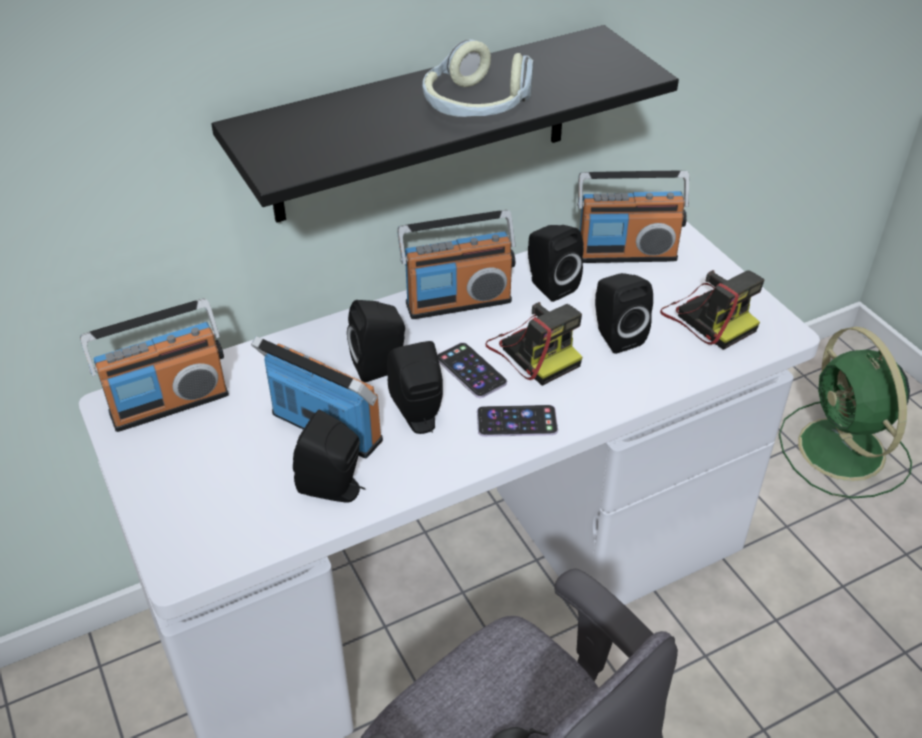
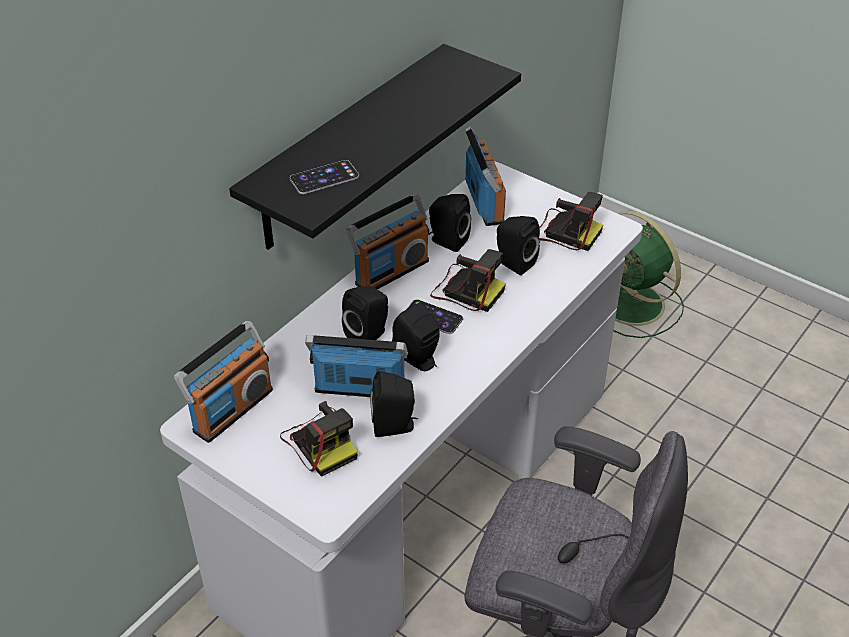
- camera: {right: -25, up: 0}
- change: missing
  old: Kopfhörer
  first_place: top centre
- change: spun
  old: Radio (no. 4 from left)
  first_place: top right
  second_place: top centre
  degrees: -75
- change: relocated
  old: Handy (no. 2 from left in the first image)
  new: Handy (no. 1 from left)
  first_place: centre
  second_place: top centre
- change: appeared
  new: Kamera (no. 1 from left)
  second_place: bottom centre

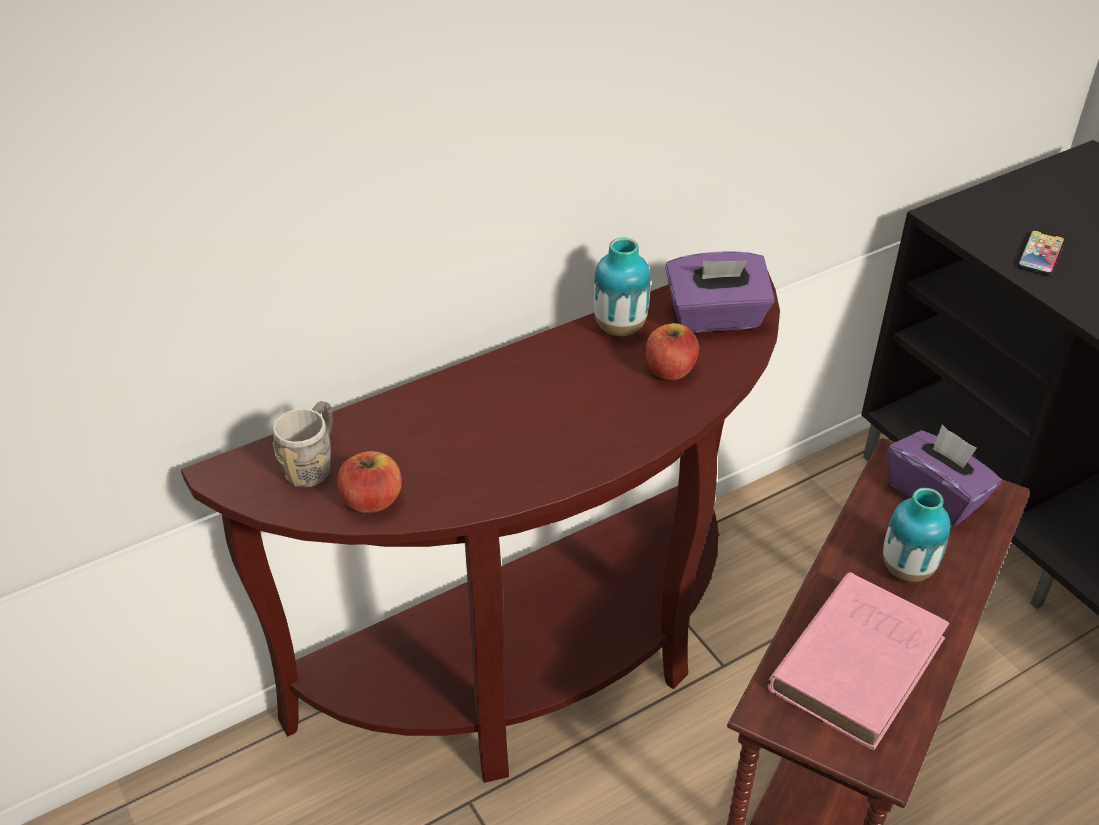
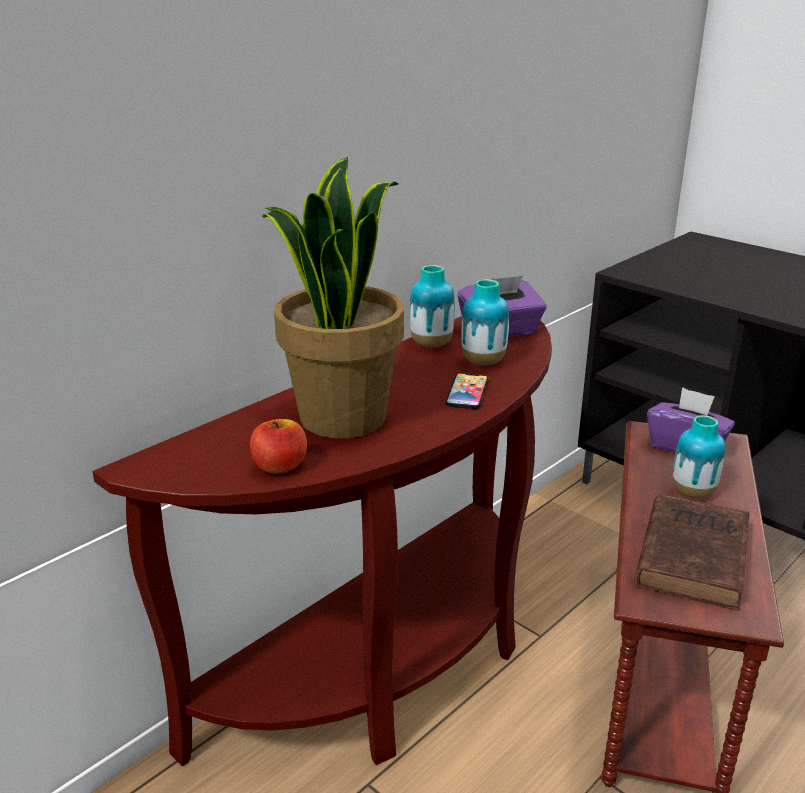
- camera: {right: -15, up: -15}
- change: relocated
  old: Handy
  first_place: top right
  second_place: centre
- change: exchanged
  old: Apfel (no. 2 from left)
  new: Vase (no. 2 from left)
  first_place: centre
  second_place: centre
- change: missing
  old: Henkelbecher (grau)
  first_place: middle left
- change: colour
  old: Buch (rosa)
  new: Buch (braun)
  first_place: bottom right
  second_place: bottom right
- change: appeared
  new: Topfpflanze
  second_place: centre

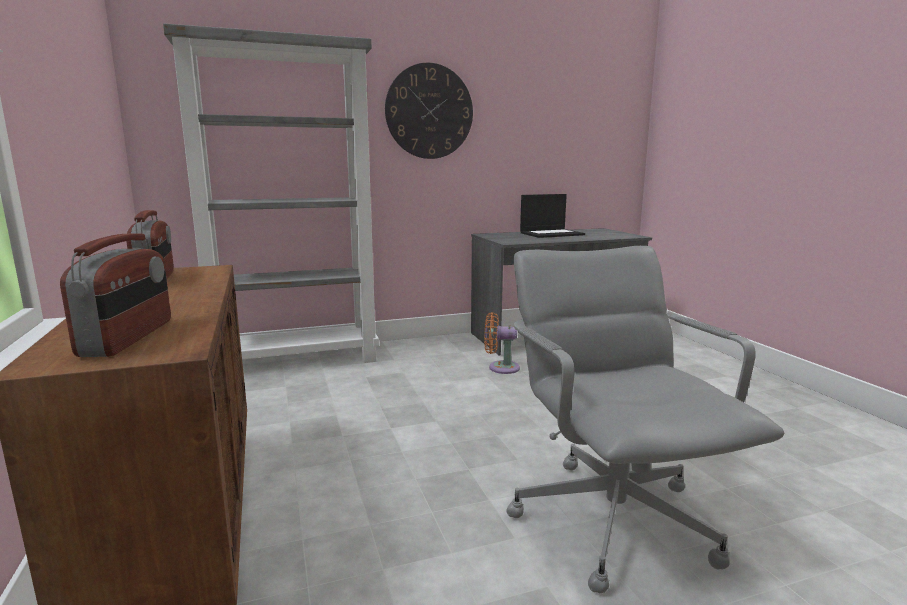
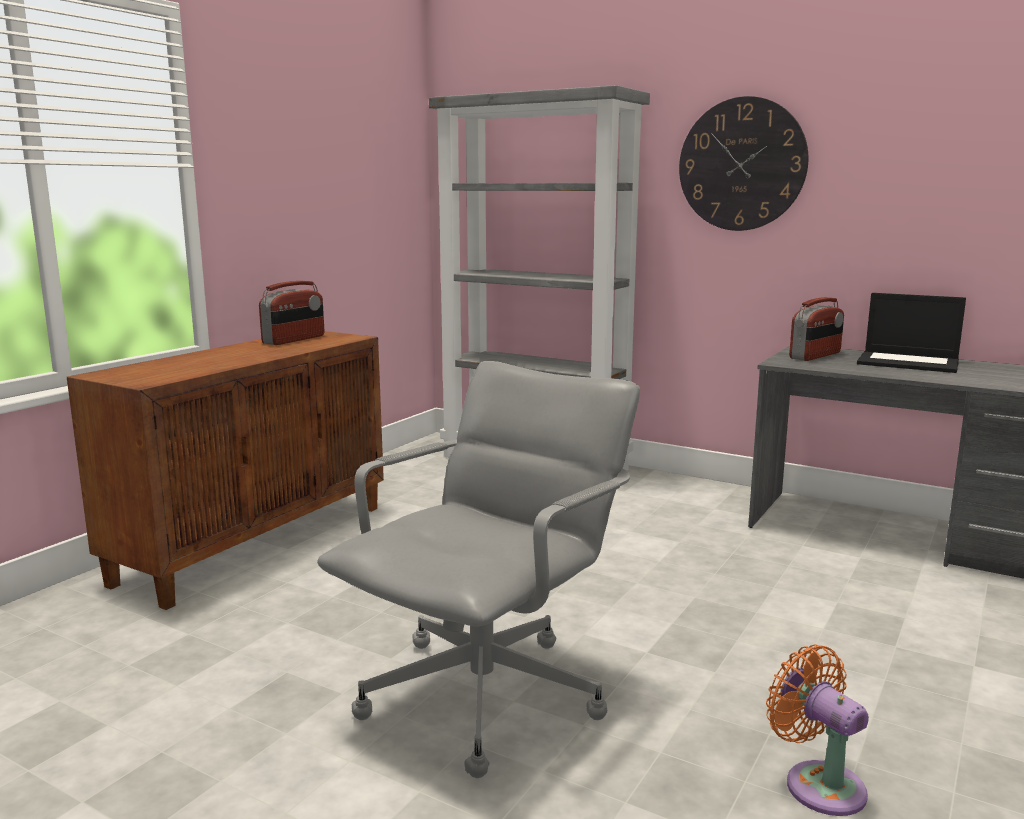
- camera: {right: 50, up: 0}
- change: relocated
  old: Radio (no. 1 from left in the first image)
  new: Radio (no. 2 from left)
  first_place: middle left
  second_place: middle right
- change: relocated
  old: Ventilator (orange)
  first_place: centre
  second_place: bottom right

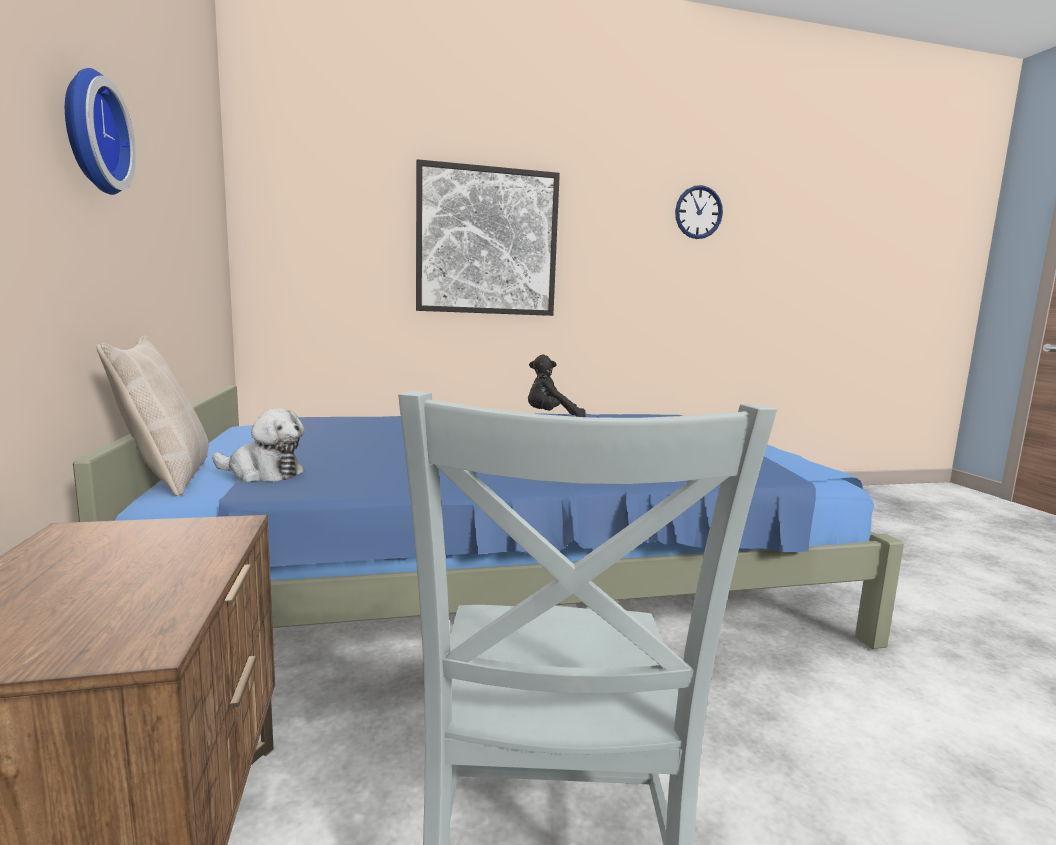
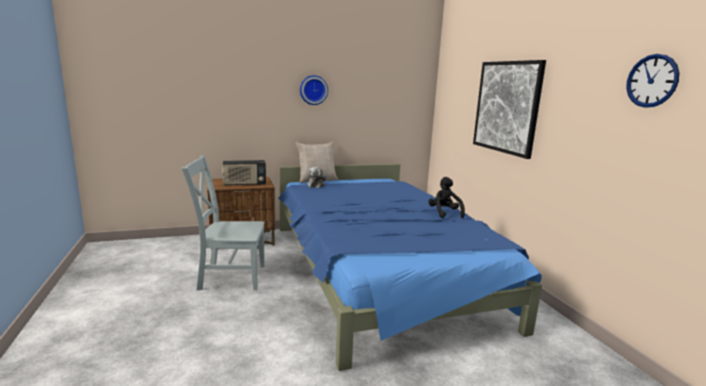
- camera: {right: 85, up: 5}
- change: appeared
  new: Radio
  second_place: centre

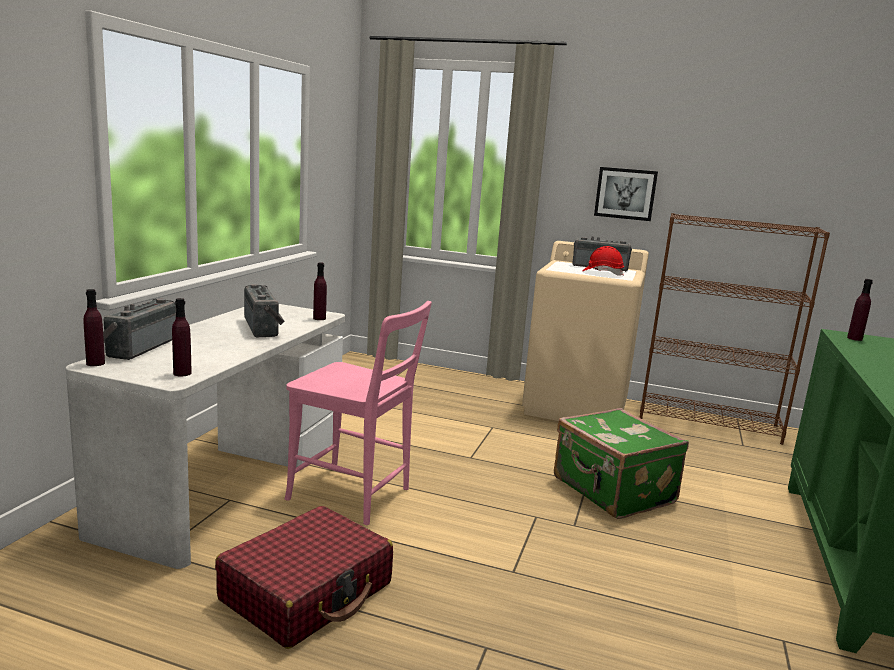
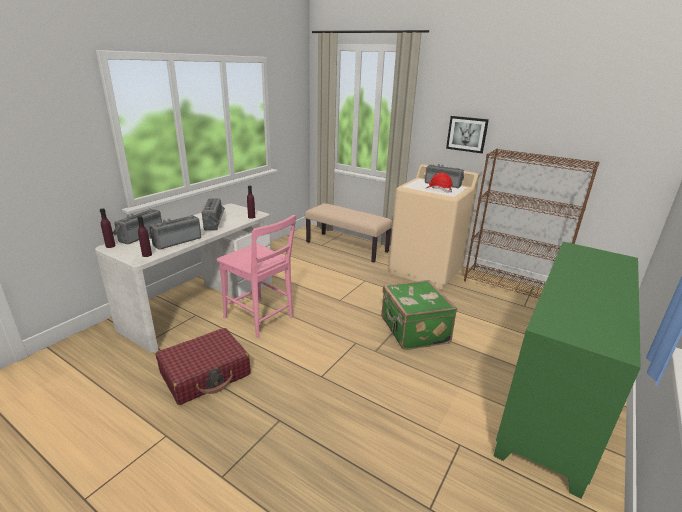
- camera: {right: 15, up: 10}
- change: missing
  old: Flasche (lila) (no. 4 from left)
  first_place: middle right
- change: appeared
  new: Bank (beige)
  second_place: centre
- change: appeared
  new: Radio (no. 2 from left)
  second_place: middle left

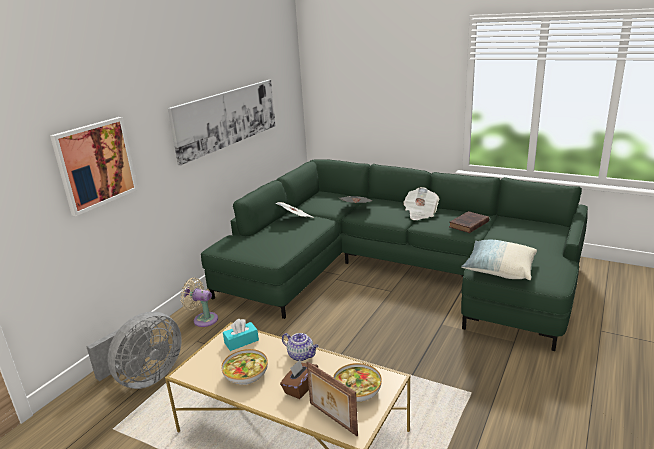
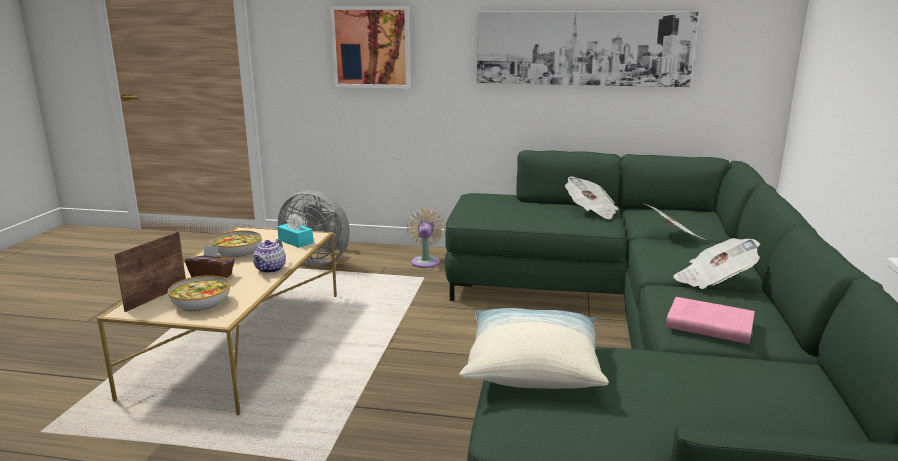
- camera: {right: 70, up: -5}
- change: colour
  old: Buch (braun)
  new: Buch (rosa)
  first_place: middle right
  second_place: bottom right

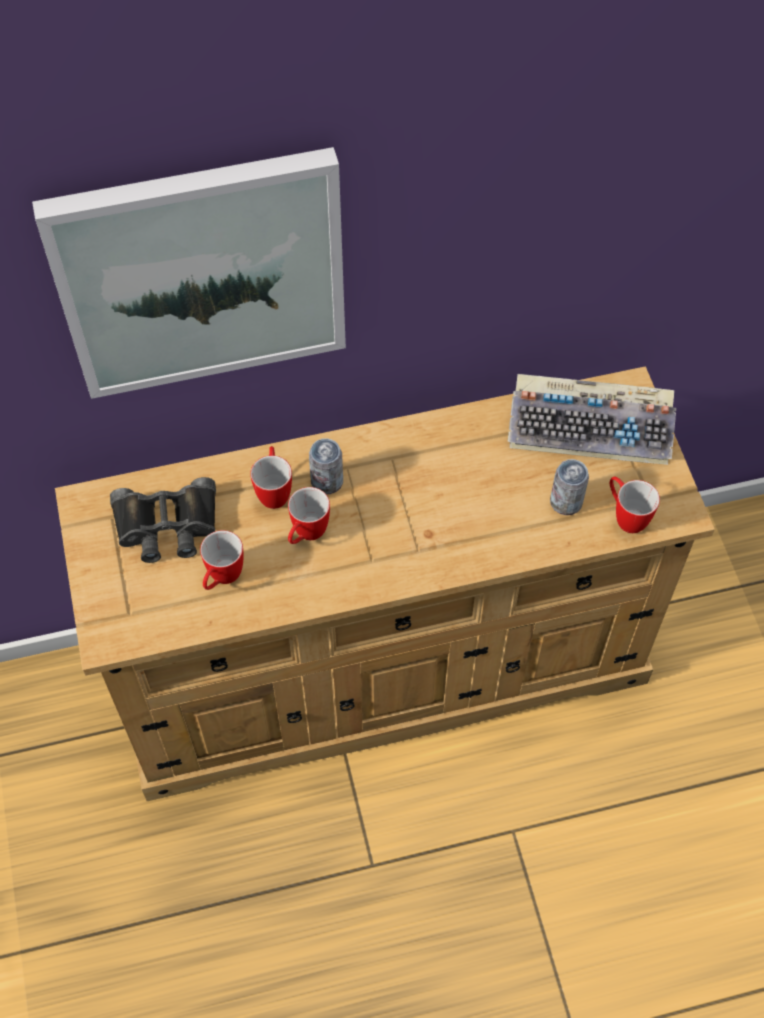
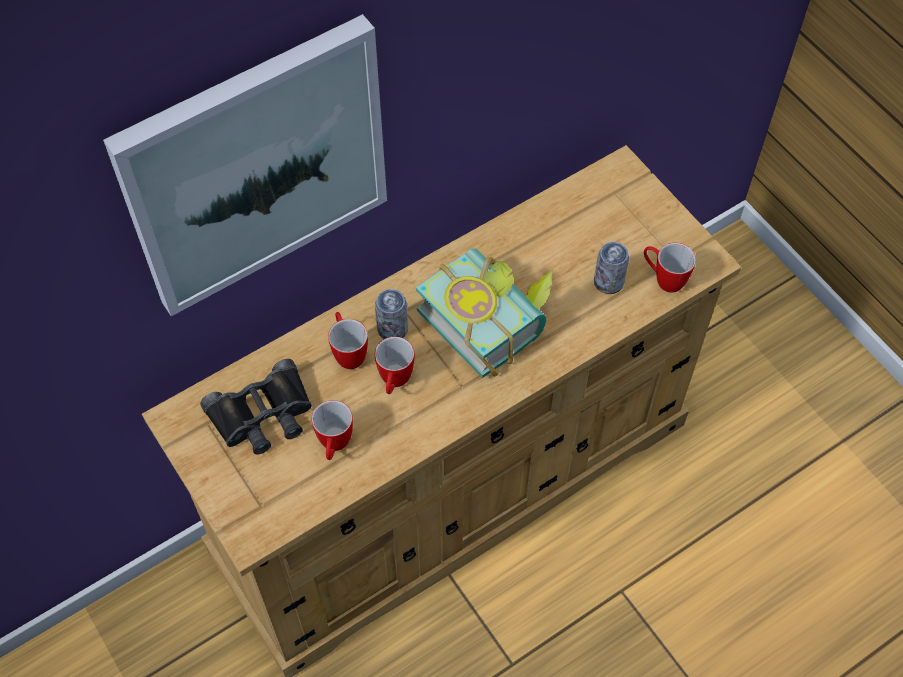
- camera: {right: -20, up: 0}
- change: missing
  old: Tastatur
  first_place: middle right
- change: appeared
  new: Buch
  second_place: centre

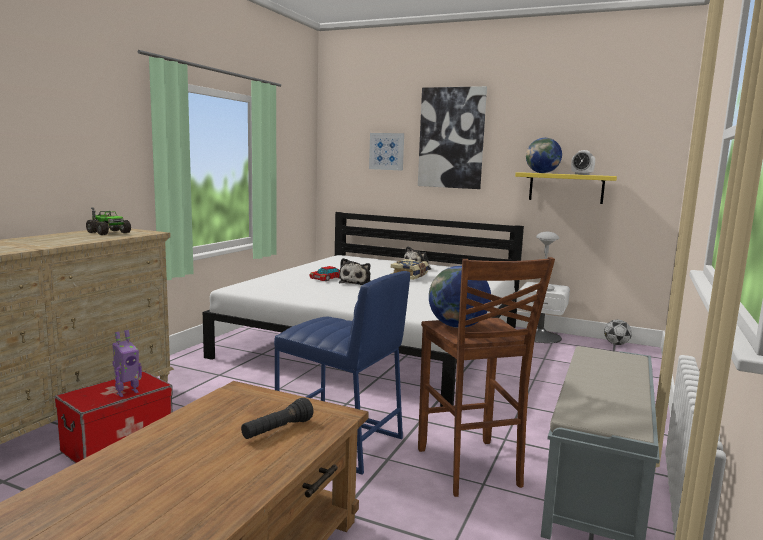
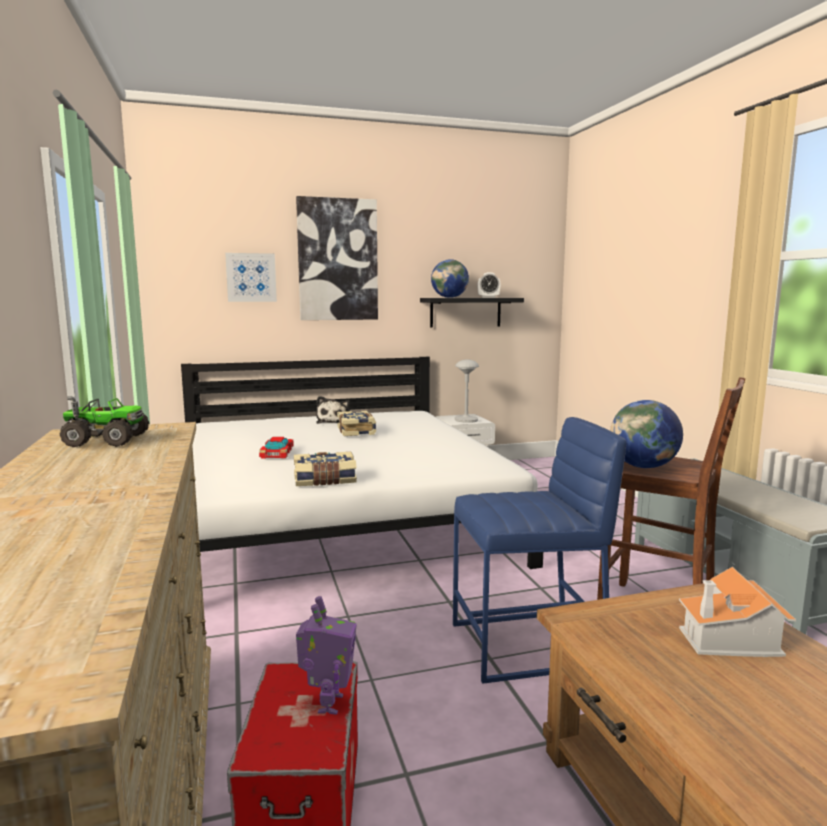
- camera: {right: -40, up: 0}
- change: colour
  old: Wandregal (gelb)
  new: Wandregal (schwarz)
  first_place: middle right
  second_place: centre
- change: missing
  old: Plüschtier (no. 1 from left)
  first_place: centre
- change: missing
  old: Fußball
  first_place: middle right
- change: exchanged
  old: Taschenlampe (schwarz)
  new: Spielzeughaus
  first_place: bottom centre
  second_place: bottom right
- change: appeared
  new: Buch (no. 1 from left)
  second_place: centre

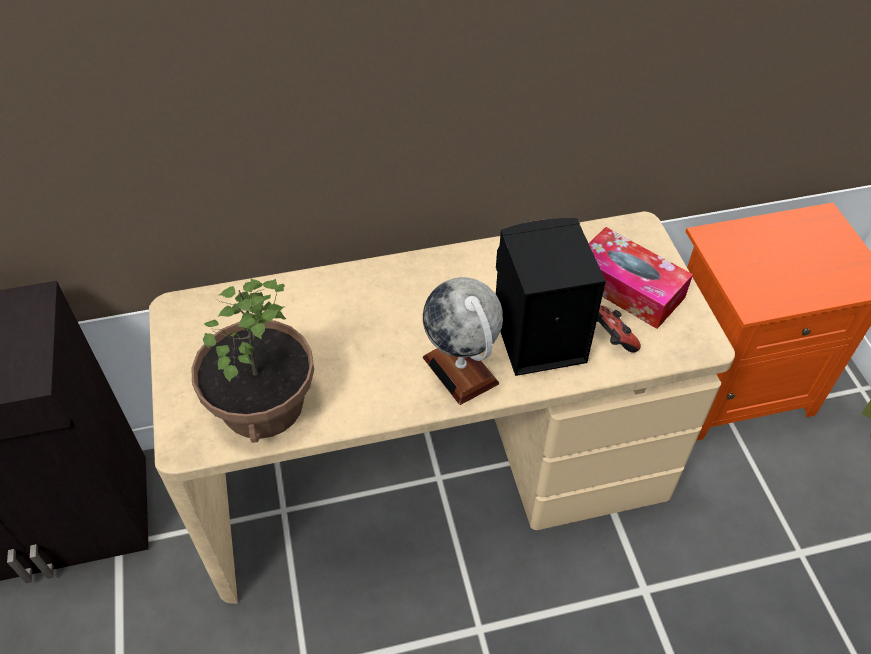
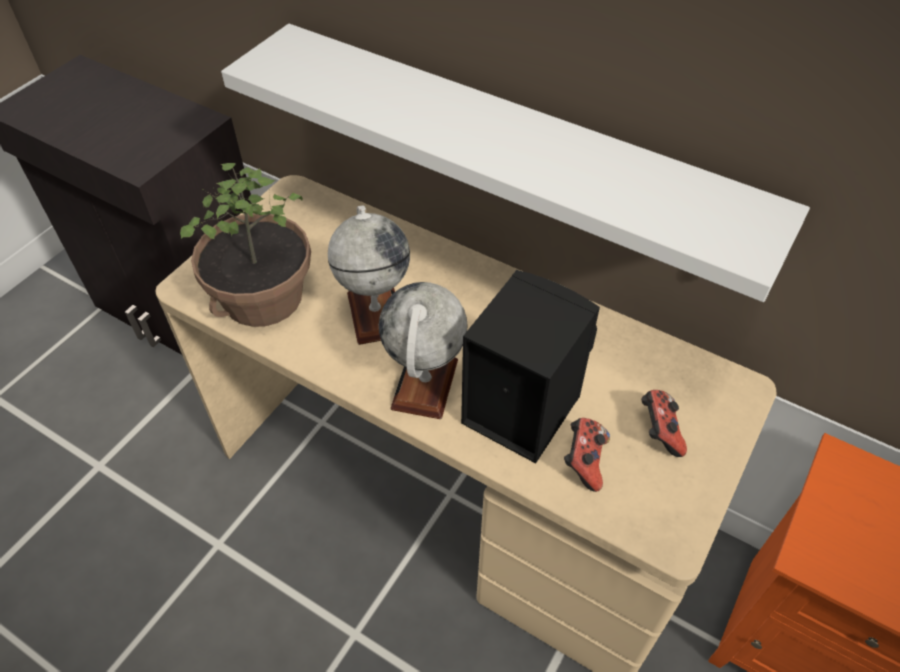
- camera: {right: 45, up: 0}
- change: exchanged
  old: Taschentuchbox
  new: Gamepad (no. 2 from left)
  first_place: middle right
  second_place: middle right
- change: appeared
  new: Wandregal (weiß)
  second_place: top centre
- change: appeared
  new: Globus (no. 1 from left)
  second_place: centre

